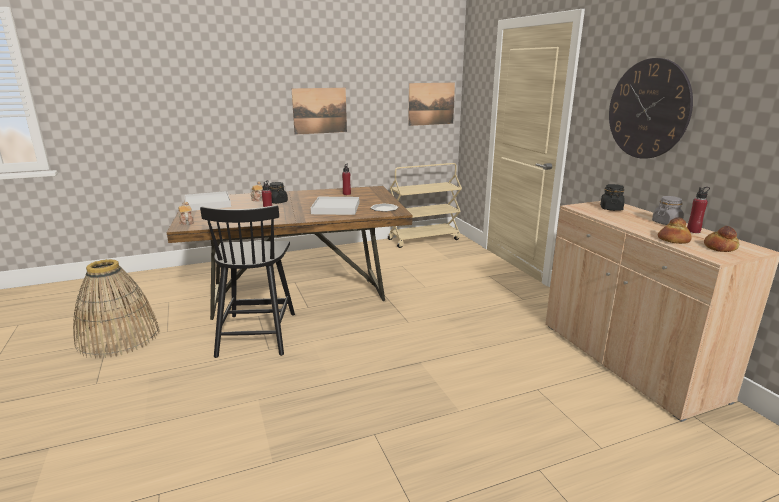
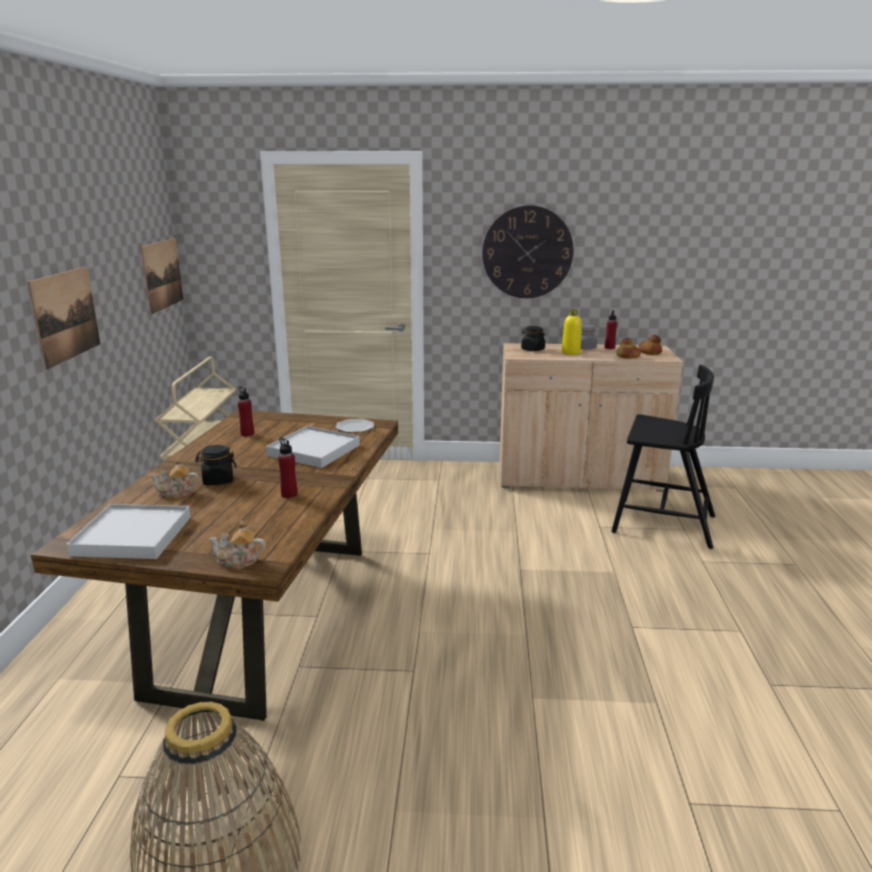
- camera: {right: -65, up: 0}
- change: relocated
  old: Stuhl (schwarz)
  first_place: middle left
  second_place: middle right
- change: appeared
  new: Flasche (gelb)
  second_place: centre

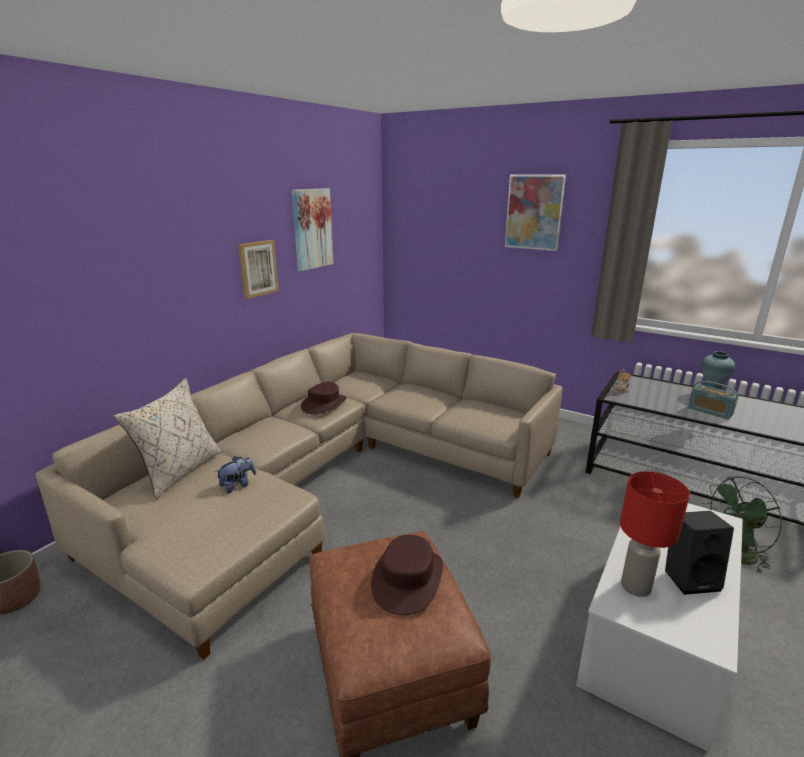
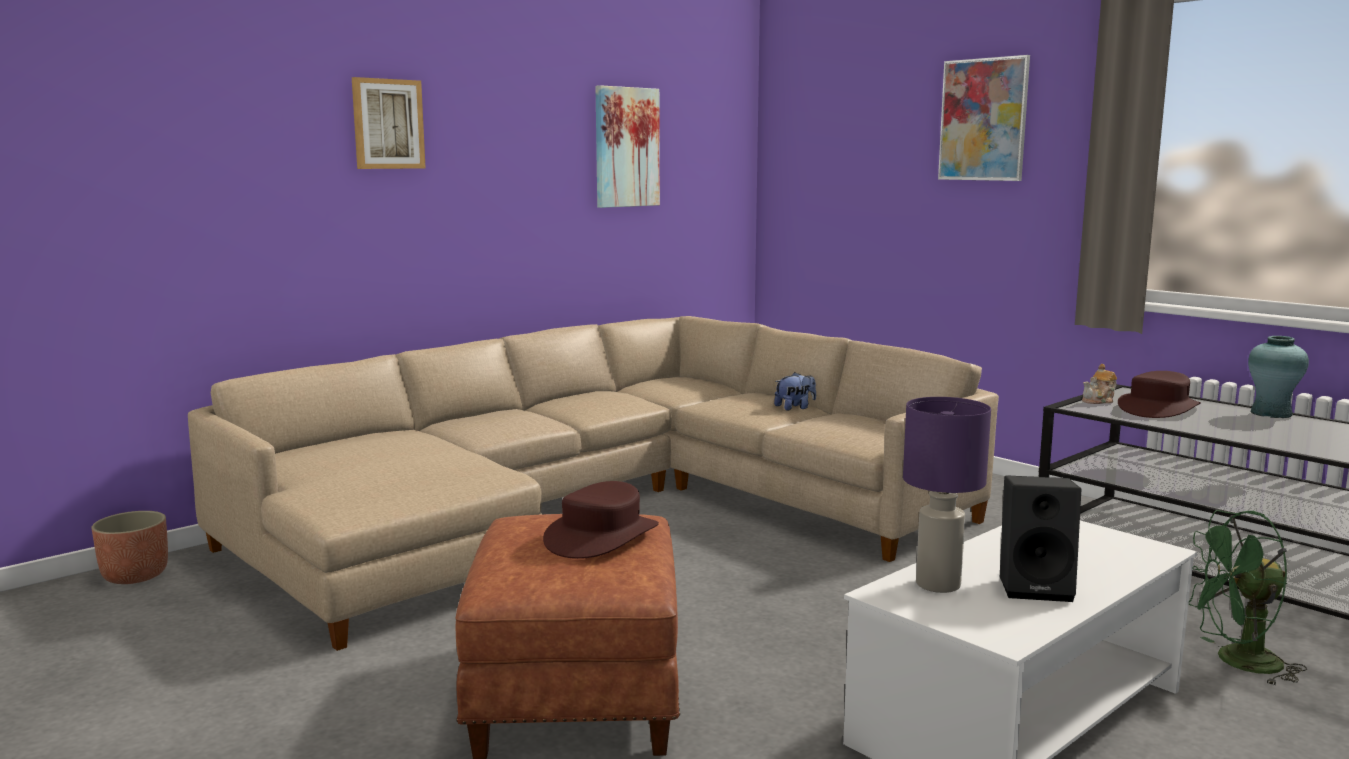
- camera: {right: 15, up: -10}
- change: relocated
  old: Bild (no. 1 from left)
  first_place: middle left
  second_place: top left
- change: missing
  old: Kissen (beige)
  first_place: middle left
- change: missing
  old: Radio
  first_place: middle right
- change: relocated
  old: Hut (braun) (no. 1 from left in the first image)
  new: Hut (braun) (no. 2 from left)
  first_place: centre
  second_place: middle right
- change: relocated
  old: Plüschtier
  first_place: middle left
  second_place: centre
- change: colour
  old: Tischlampe (rot)
  new: Tischlampe (lila)
  first_place: bottom right
  second_place: middle right

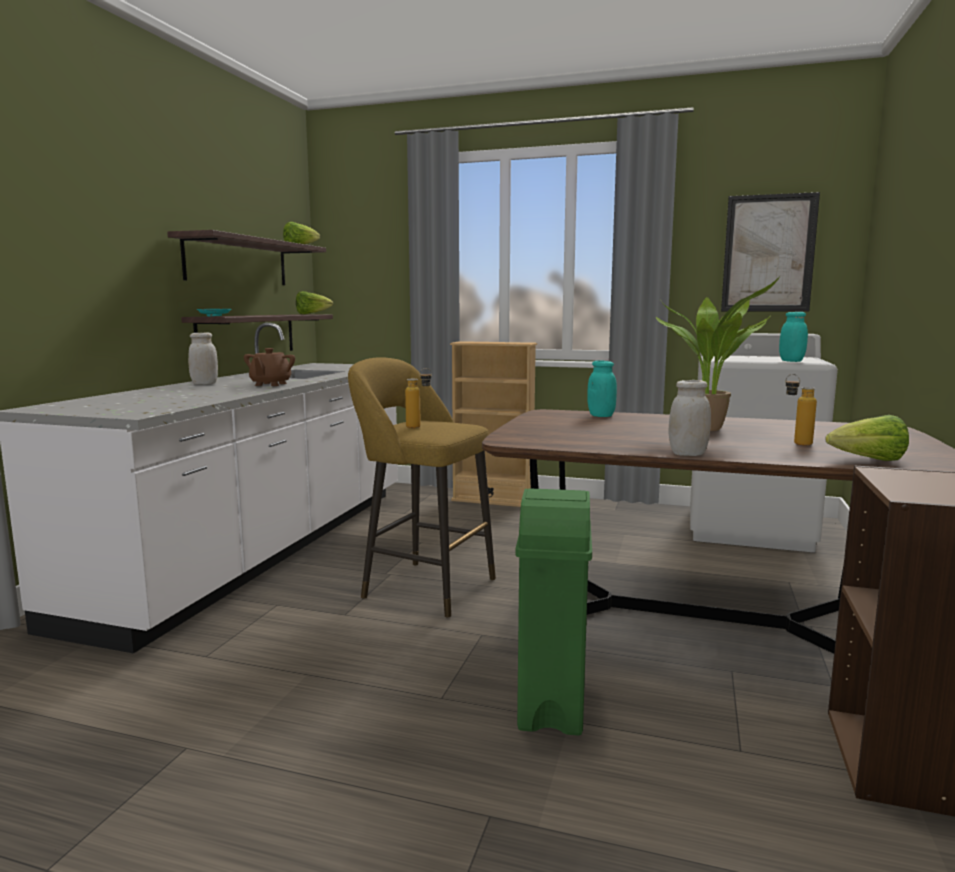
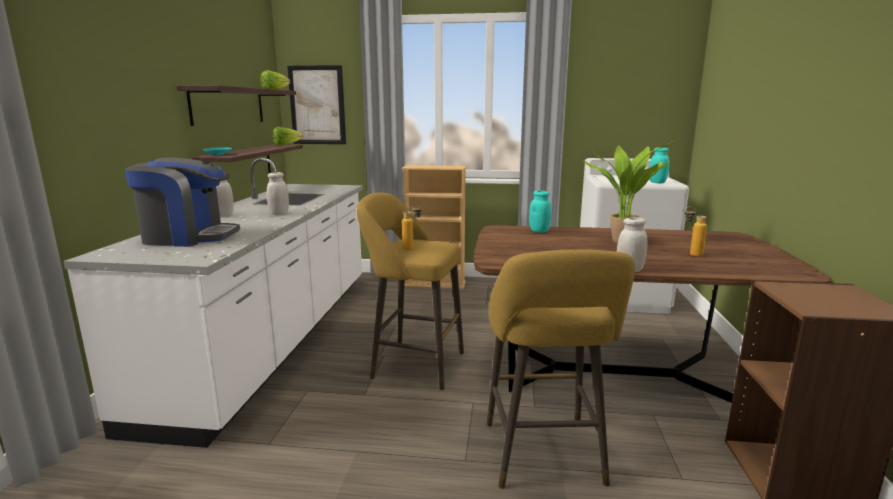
- camera: {right: -10, up: 5}
- change: relocated
  old: Bild
  first_place: top right
  second_place: top centre
- change: exchanged
  old: Teekanne (braun)
  new: Vorratsglas (weiß) (no. 2 from left)
  first_place: middle left
  second_place: middle left
- change: missing
  old: Salatkopf (no. 3 from left)
  first_place: middle right
- change: exchanged
  old: Mülleimer (grün)
  new: Hocker (gelb) (no. 2 from left)
  first_place: bottom centre
  second_place: bottom centre
- change: appeared
  new: Kaffeemaschine
  second_place: middle left

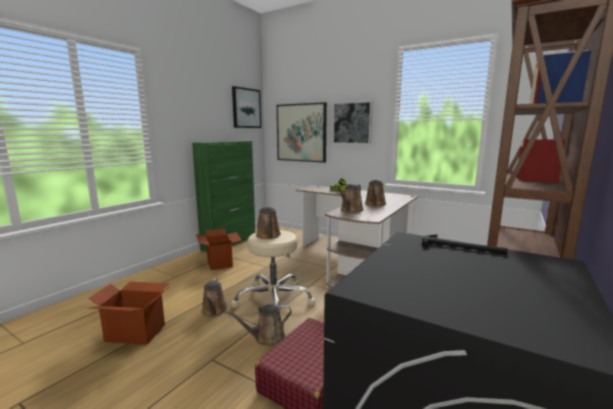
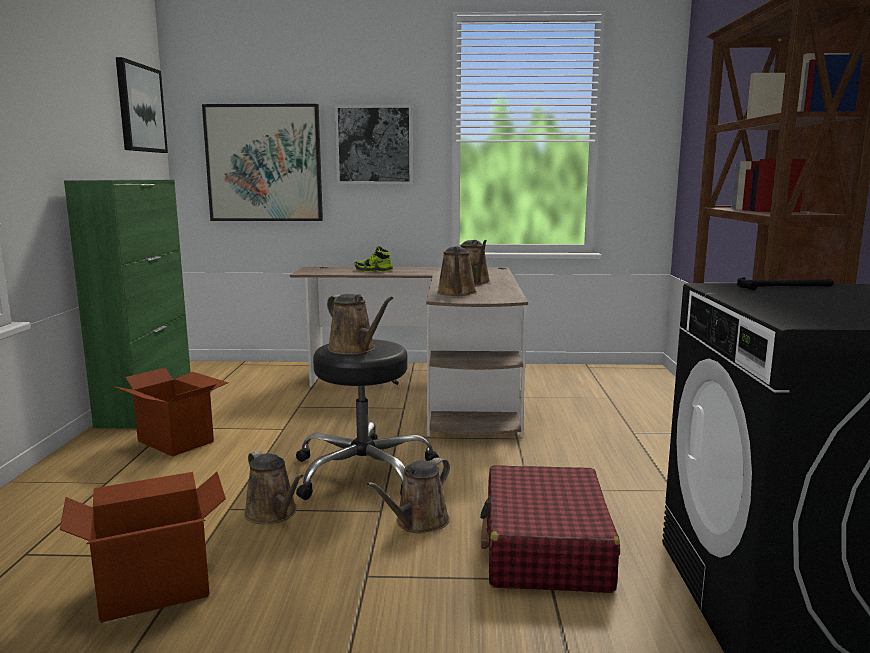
- camera: {right: -30, up: 0}
- change: colour
  old: Hocker (beige)
  new: Hocker (schwarz)
  first_place: centre
  second_place: centre

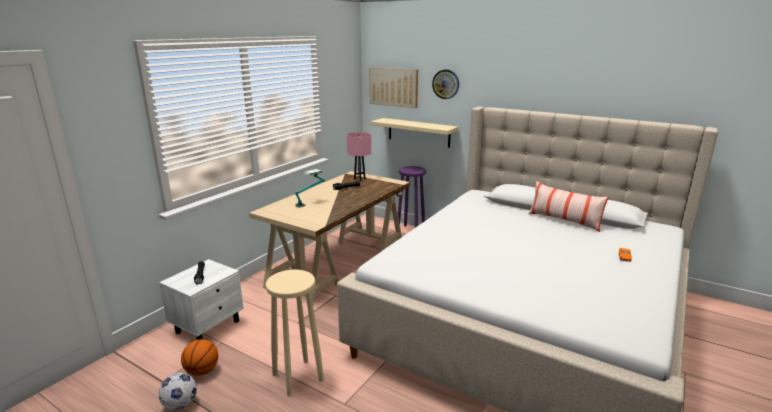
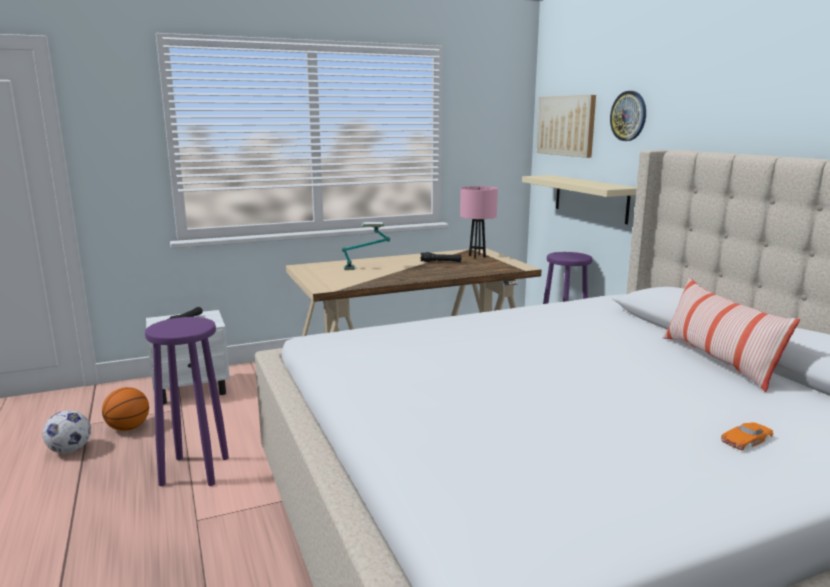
- camera: {right: 35, up: -5}
- change: colour
  old: Hocker (beige)
  new: Hocker (lila) (no. 1 from left)
  first_place: bottom centre
  second_place: bottom left

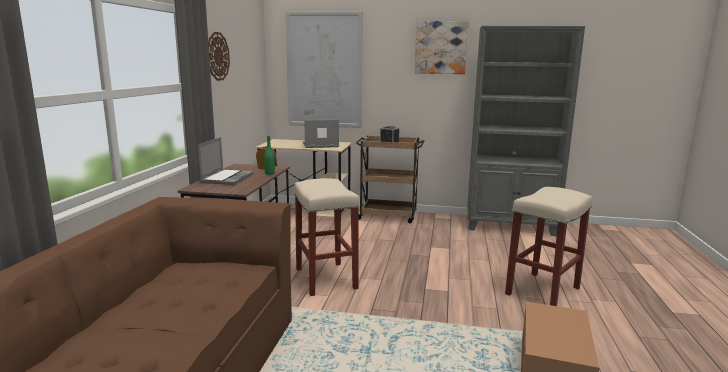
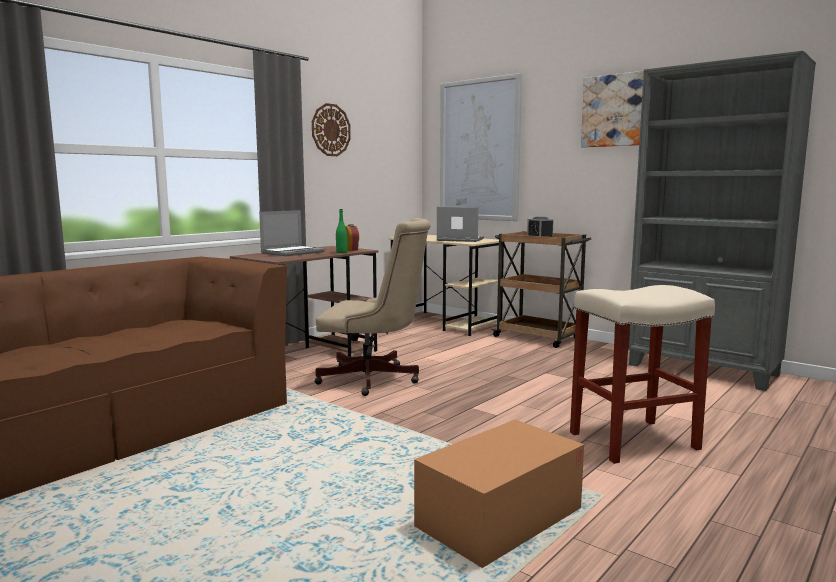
- camera: {right: 30, up: -5}
- change: exchanged
  old: Hocker (beige) (no. 1 from left)
  new: Bürostuhl (beige)
  first_place: centre
  second_place: centre

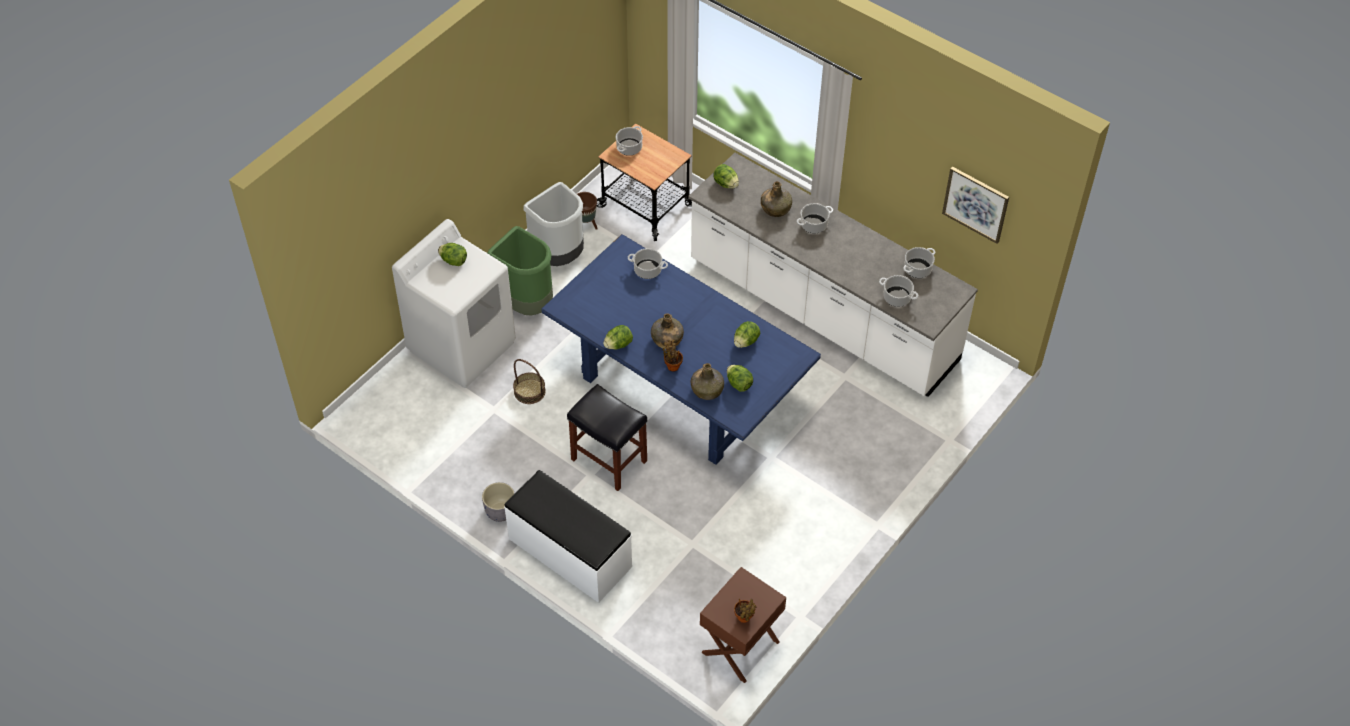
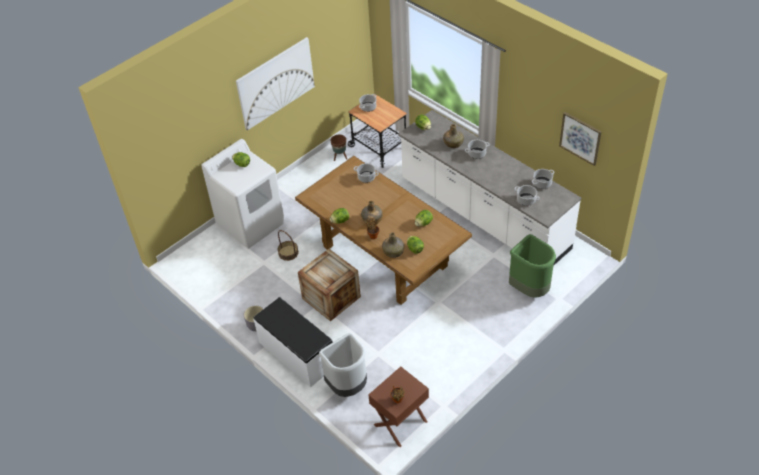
- camera: {right: 10, up: -5}
- change: relocated
  old: Mülleimer (grau)
  first_place: top centre
  second_place: bottom centre
- change: relocated
  old: Mülleimer (grün)
  first_place: centre
  second_place: middle right
- change: colour
  old: Esstisch (blau)
  new: Esstisch (braun)
  first_place: centre
  second_place: centre
- change: exchanged
  old: Hocker (schwarz)
  new: Kiste
  first_place: centre
  second_place: centre
- change: appeared
  new: Bild (no. 1 from left)
  second_place: top centre

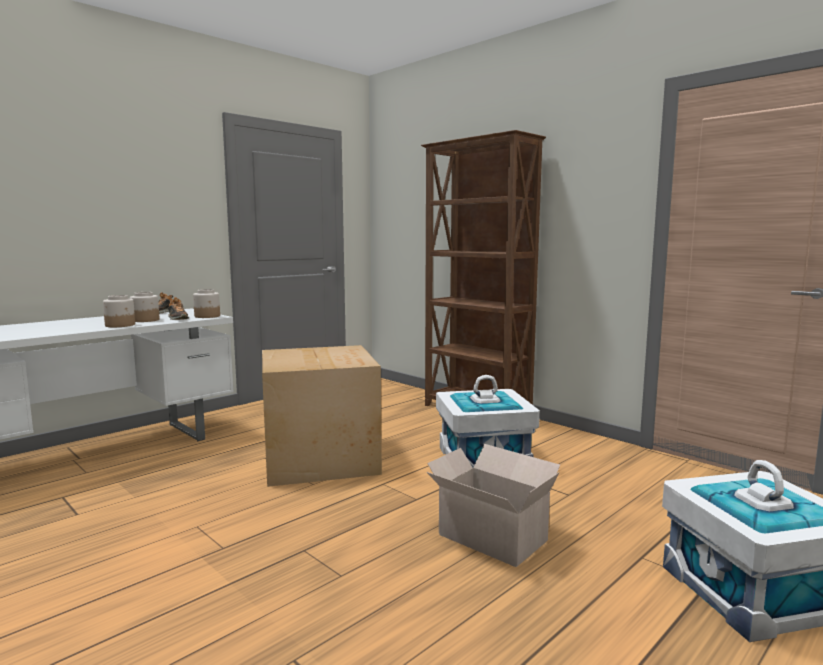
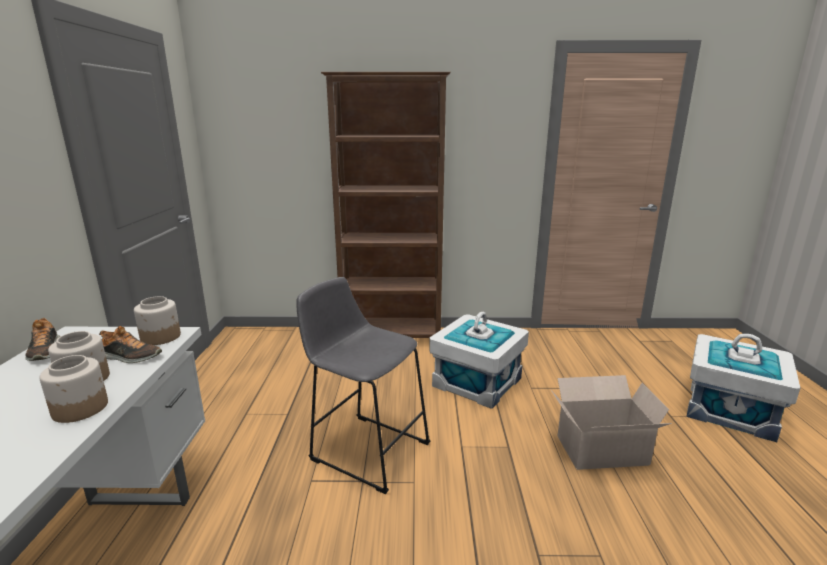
- camera: {right: -45, up: 10}
- change: exchanged
  old: Karton (no. 1 from left)
  new: Hocker (grau)
  first_place: centre
  second_place: bottom centre

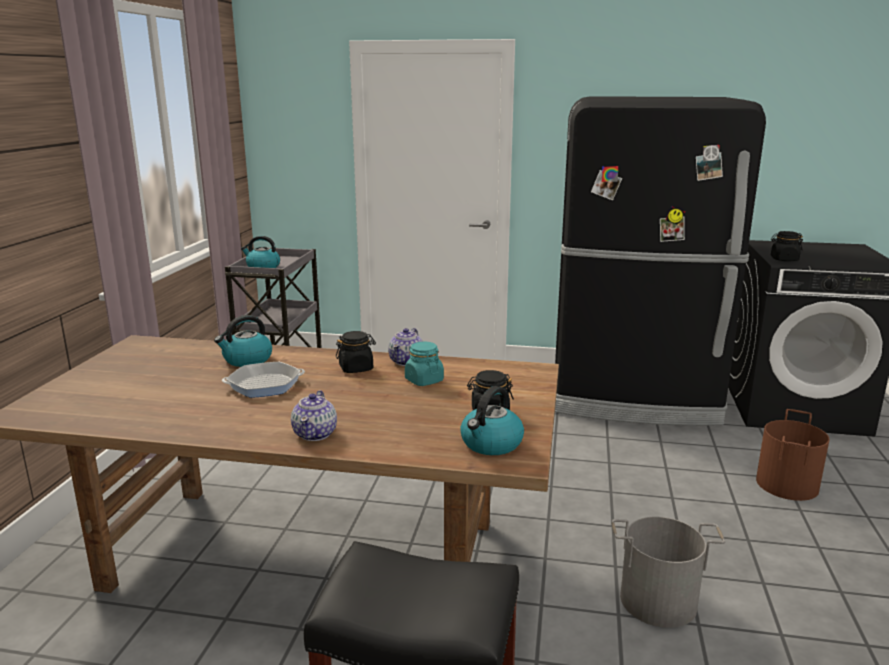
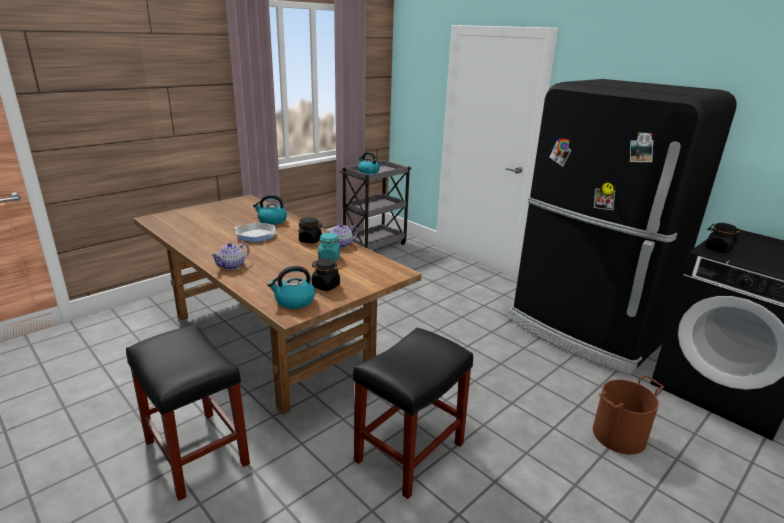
- camera: {right: 35, up: 5}
- change: exchanged
  old: Eimer (grau)
  new: Hocker (schwarz) (no. 2 from left)
  first_place: bottom right
  second_place: bottom centre

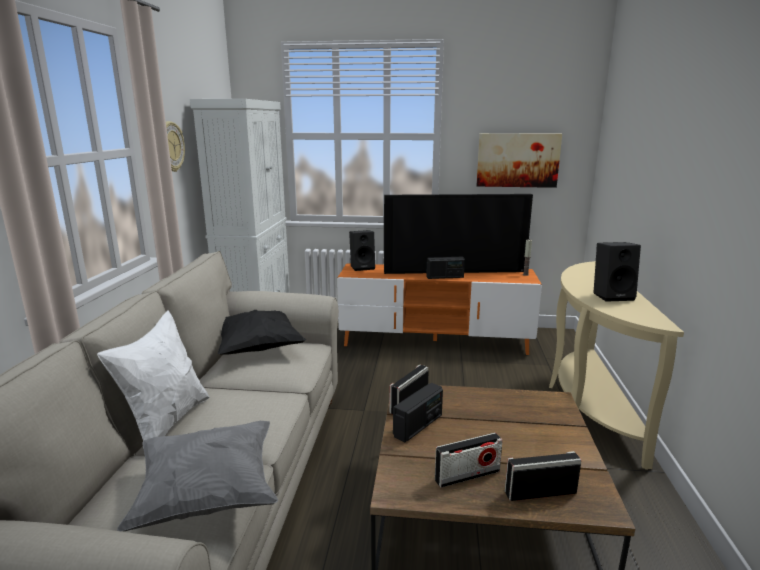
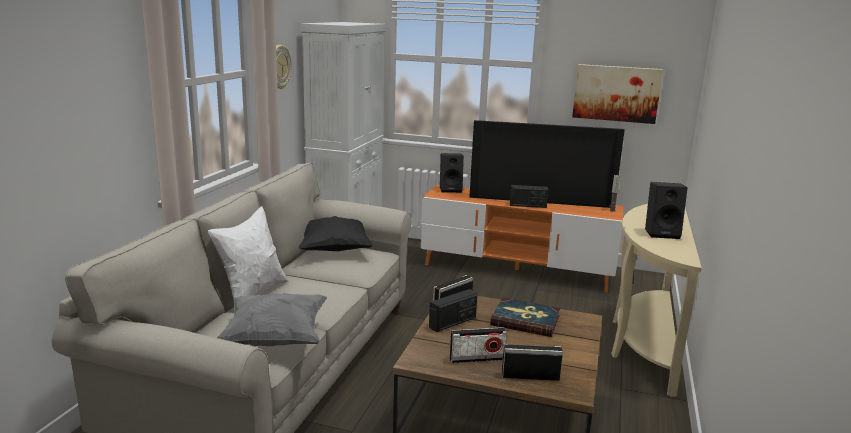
- camera: {right: 10, up: 0}
- change: appeared
  new: Buch
  second_place: bottom centre

